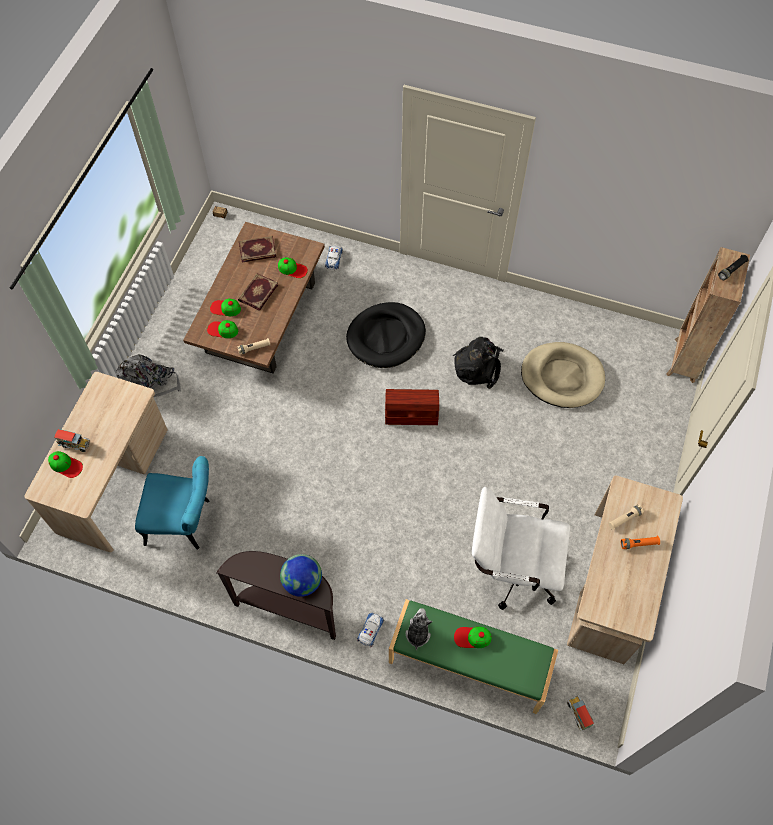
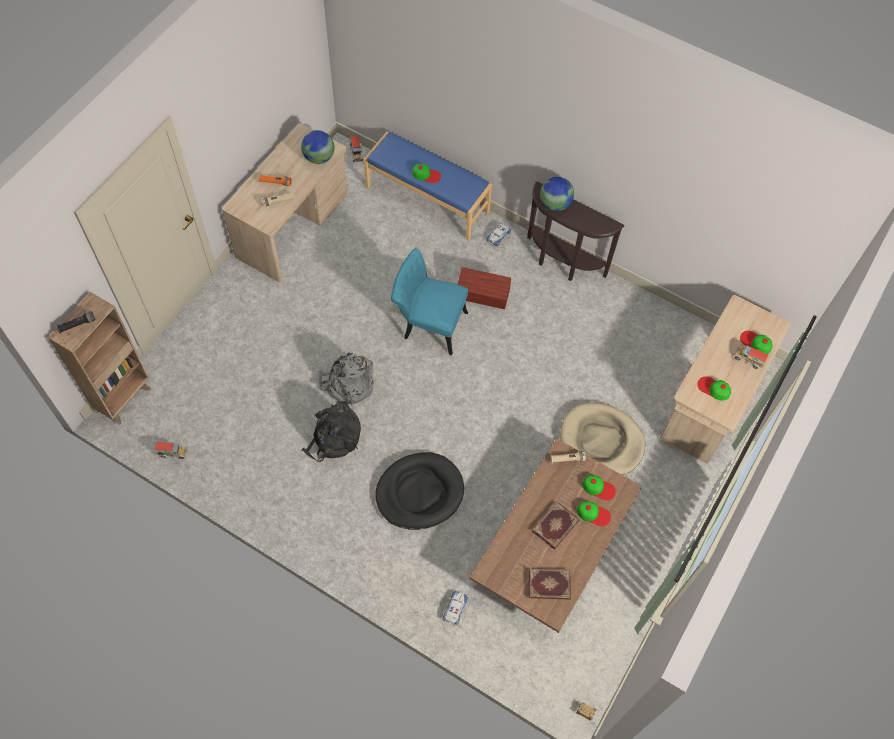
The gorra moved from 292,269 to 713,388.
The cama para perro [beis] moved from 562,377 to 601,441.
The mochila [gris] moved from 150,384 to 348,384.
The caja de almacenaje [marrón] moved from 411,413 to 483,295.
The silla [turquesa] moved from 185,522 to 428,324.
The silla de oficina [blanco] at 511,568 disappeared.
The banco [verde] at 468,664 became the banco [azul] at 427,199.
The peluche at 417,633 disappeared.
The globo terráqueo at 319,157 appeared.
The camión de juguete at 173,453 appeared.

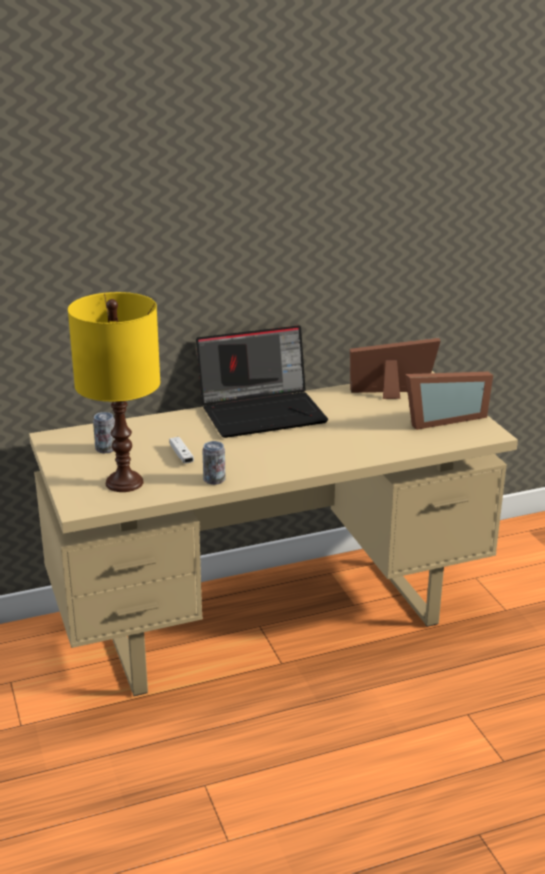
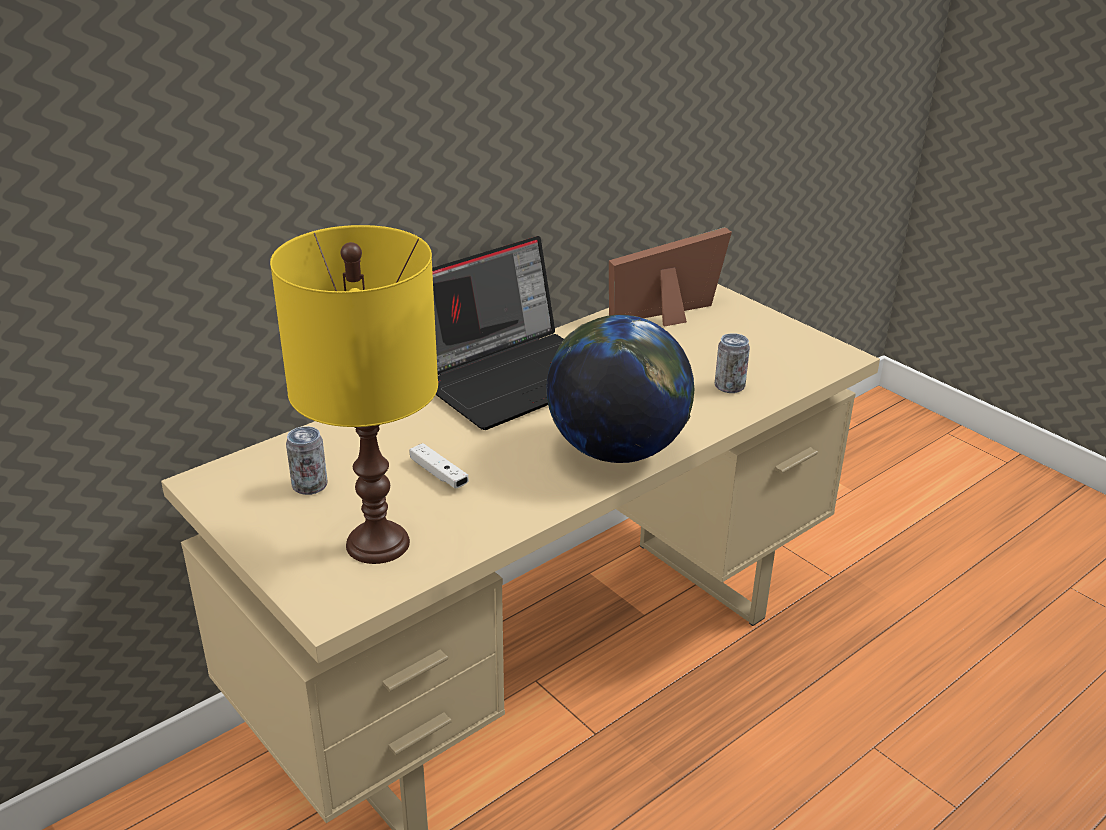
The portarretratos at 441,418 disappeared.
The lata moved from 214,479 to 729,386.
The globo terráqueo at 617,450 appeared.

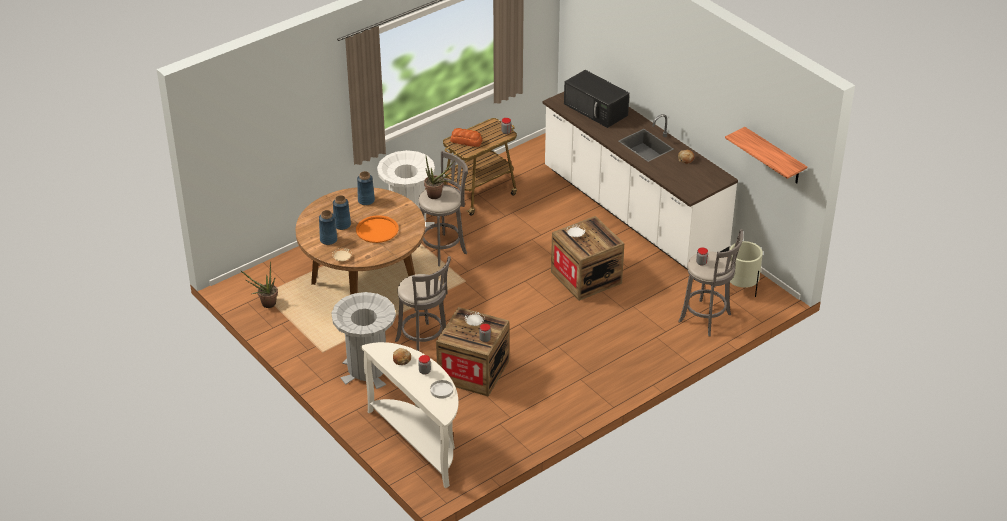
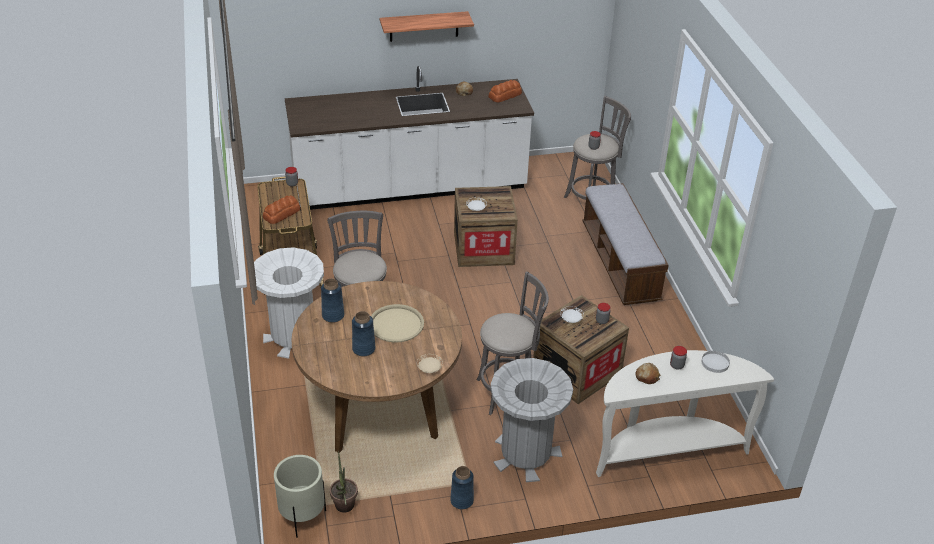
The microondas [negro] at 596,110 disappeared.
The estante moved from 774,156 to 424,26.
The planta en maceta at 437,196 disappeared.
The florero [azul] moved from 328,240 to 462,501.
The bandeja [naranja] at 377,230 became the bandeja [beis] at 396,324.
The maceta [beis] moved from 741,289 to 302,517.
The pan at 505,95 appeared.
The banco at 619,263 appeared.

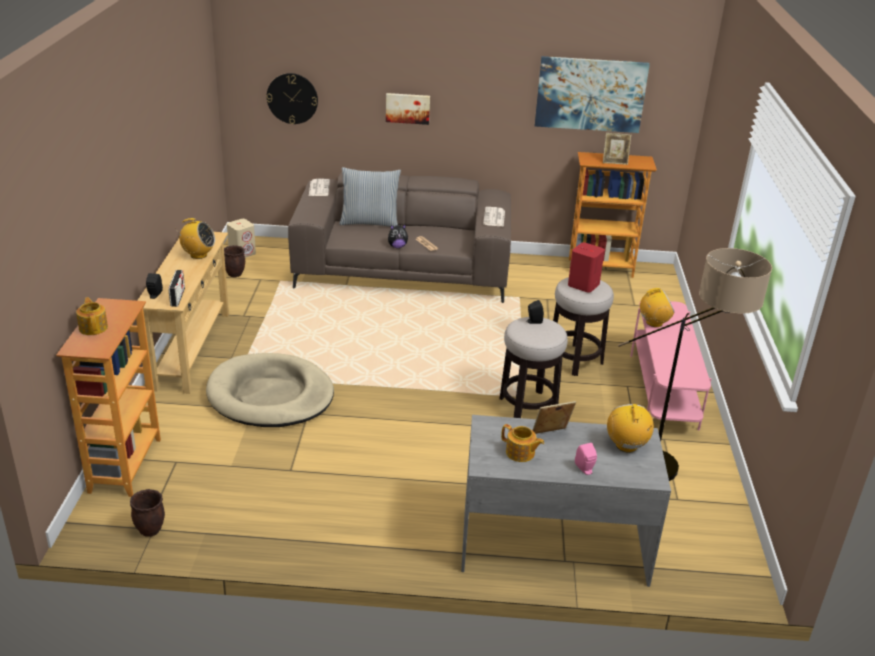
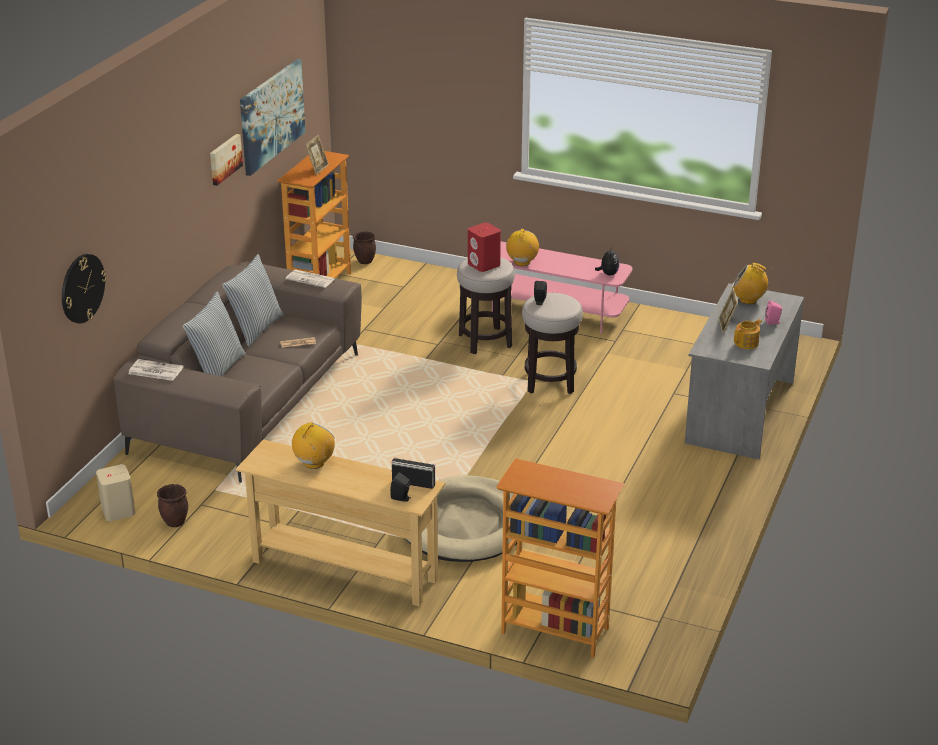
The cuadro moved from 408,108 to 224,159.
The peluche moved from 397,246 to 608,274.
The lámpara de pie at 672,473 disappeared.
The tetera at 93,327 disappeared.
The maceta [marrón] moved from 151,530 to 365,261.
The cojín at 255,328 appeared.

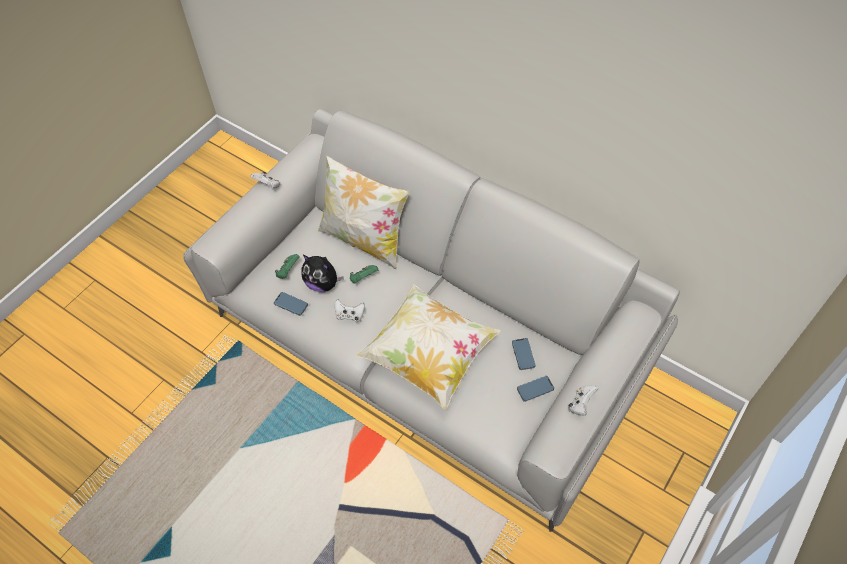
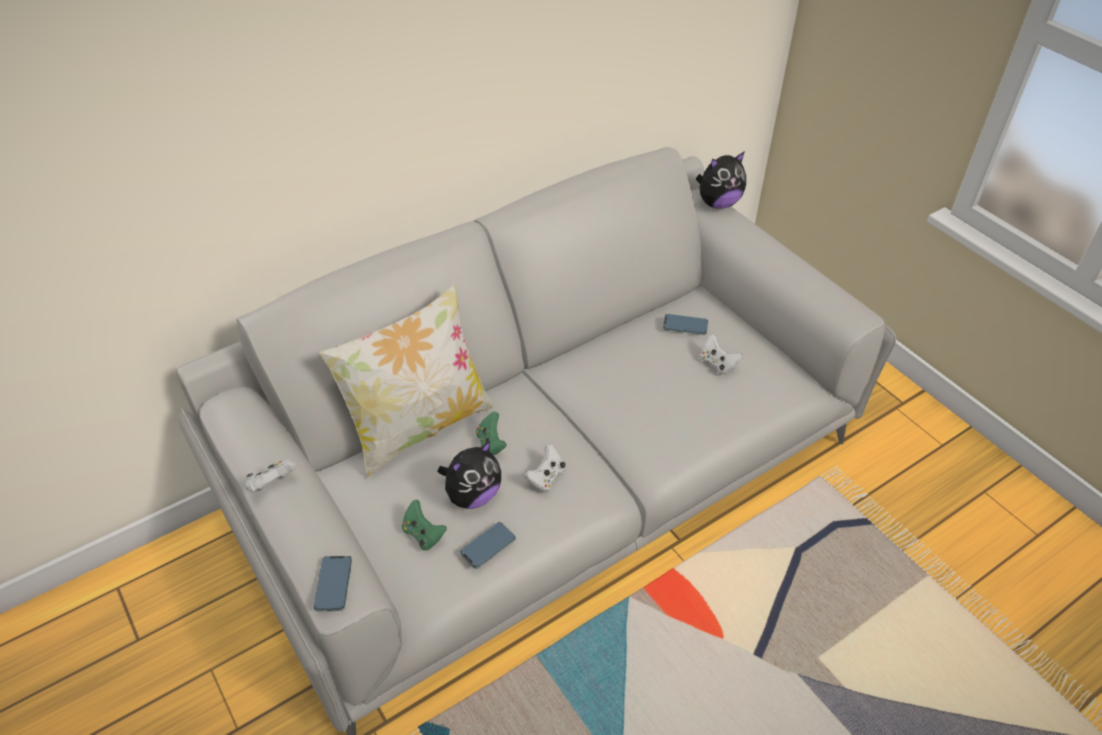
The cojín at 429,356 disappeared.
The móvil moved from 535,389 to 334,585.
The mando de consola [blanco] moved from 580,404 to 718,363.
The peluche at 718,203 appeared.

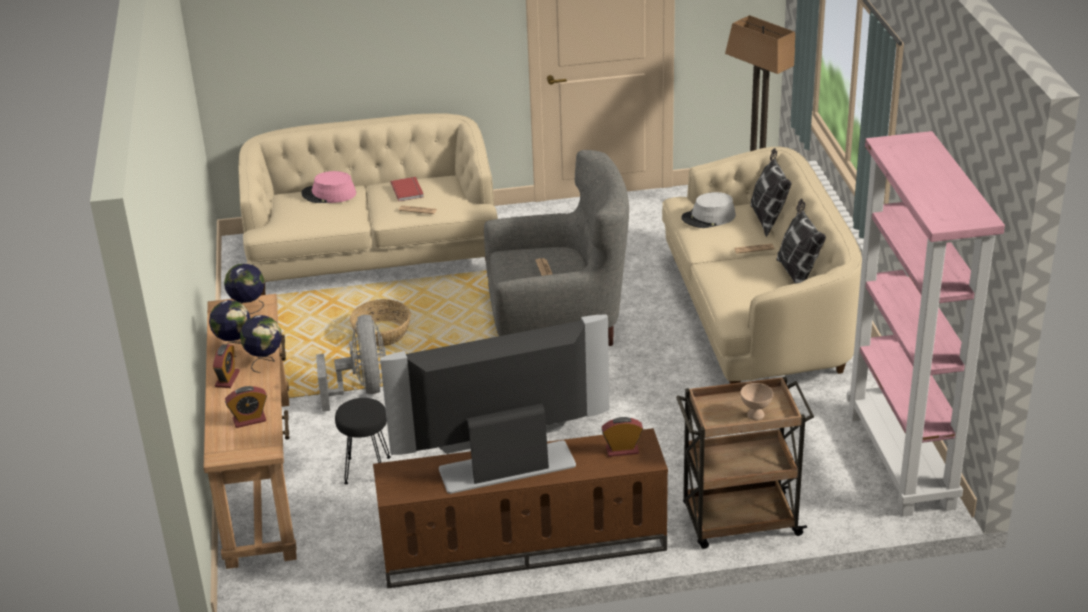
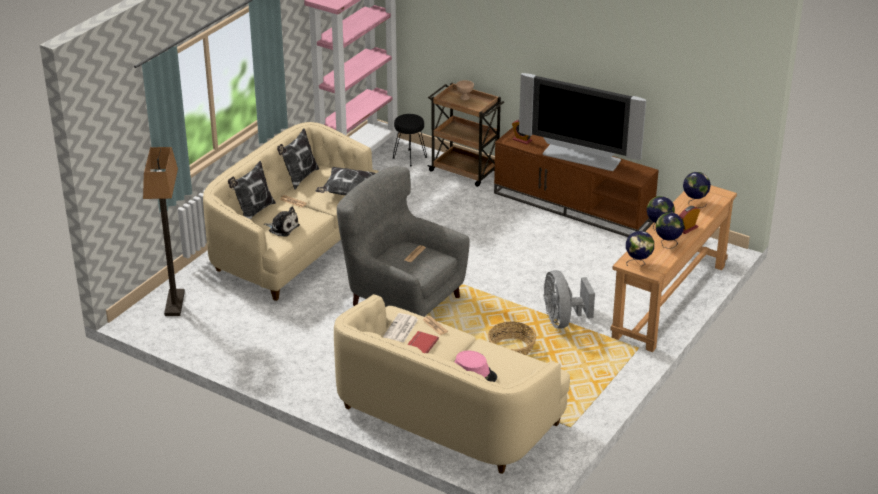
The sombrero [gris] at 708,217 was replaced by the peluche at 282,228.
The ventilador [gris] at 362,389 turned 45 degrees counterclockwise.
The despertador at 249,420 was replaced by the globo terráqueo at 694,203.
The taburete [negro] moved from 367,470 to 409,158.
The cojín at 346,192 appeared.
The periódico at 401,329 appeared.

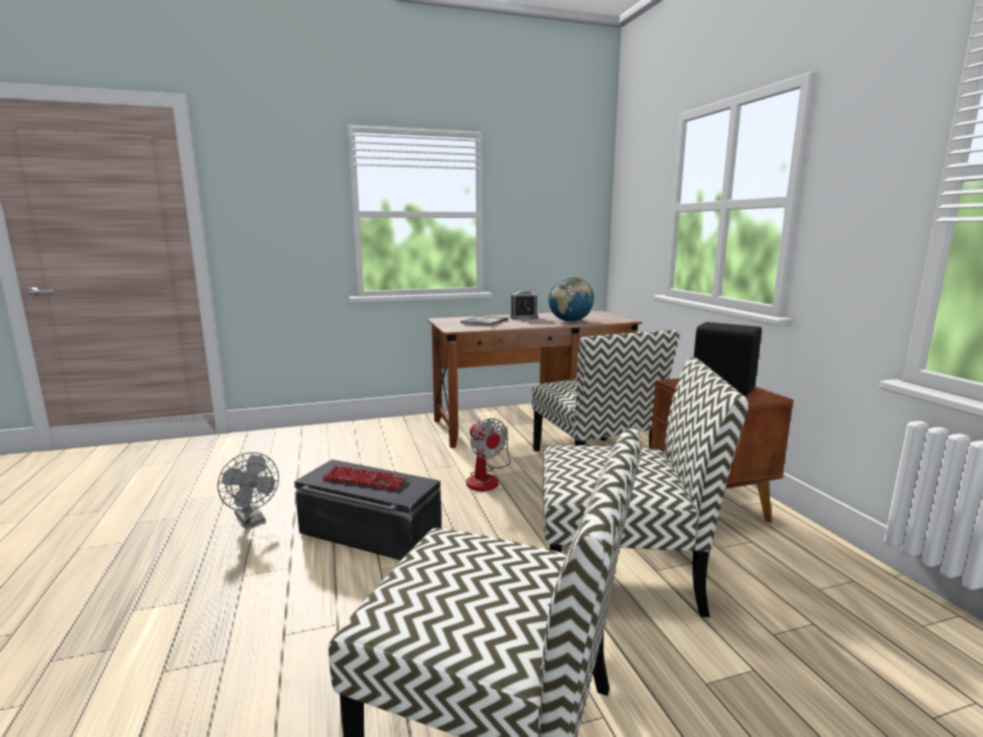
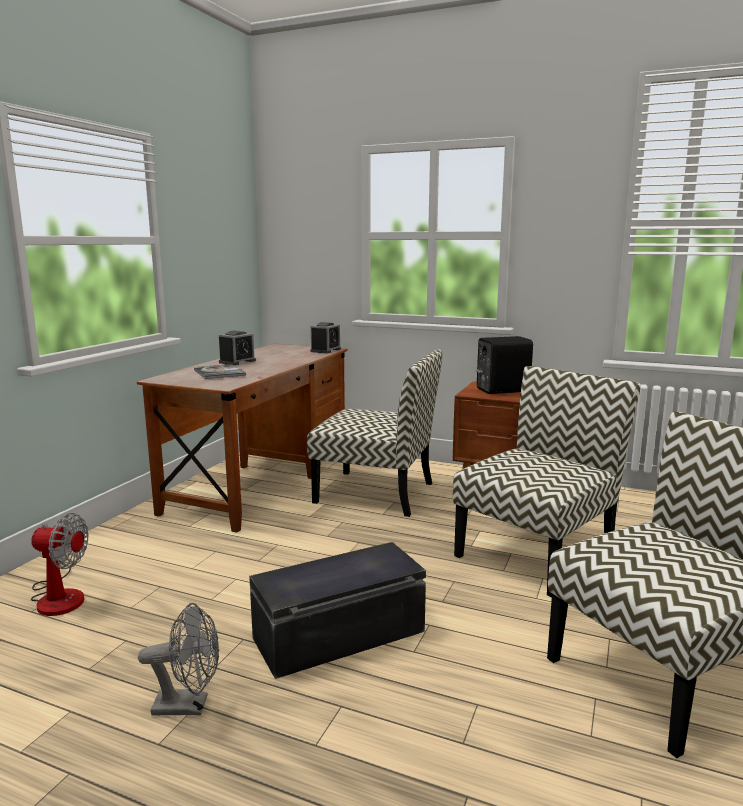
The globo terráqueo at 570,321 disappeared.
The ventilador moved from 487,478 to 59,595.
The teclado at 365,480 disappeared.
The despertador at 325,350 appeared.

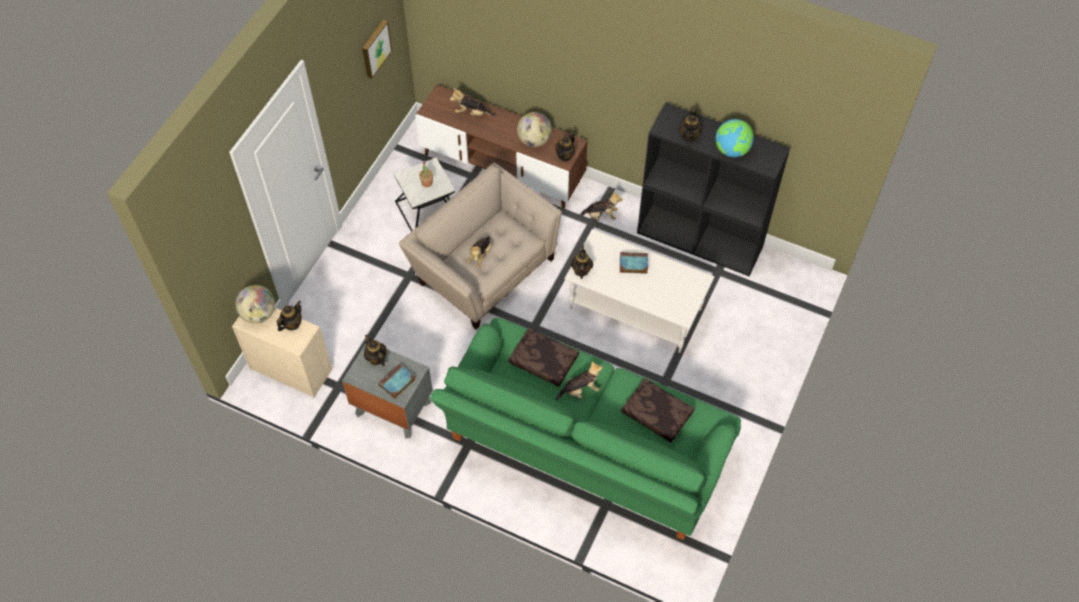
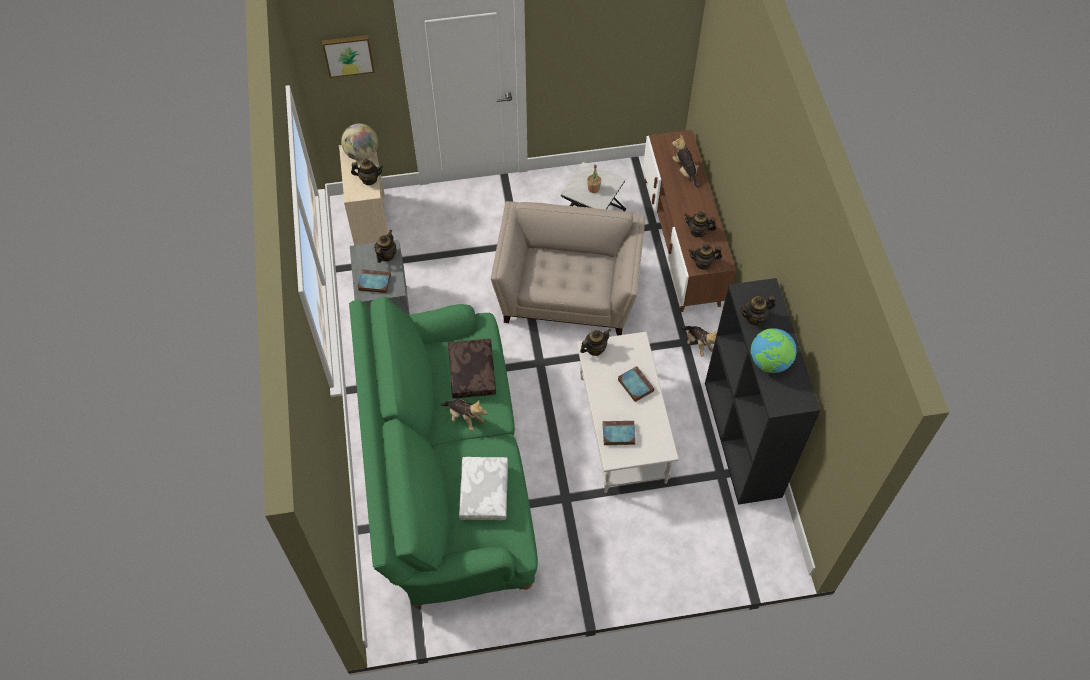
The cuadro moved from 375,48 to 348,54.
The globo terráqueo at 534,140 was replaced by the tetera at 698,231.
The peluche at 480,256 disappeared.
The cojín [marrón] at 656,414 became the cojín [blanco] at 483,491.
The libro at 618,434 appeared.

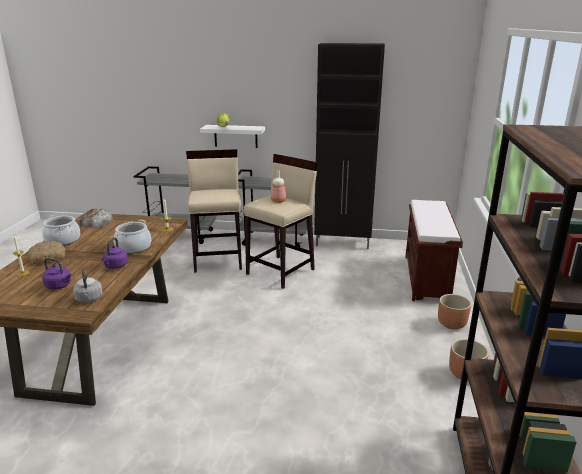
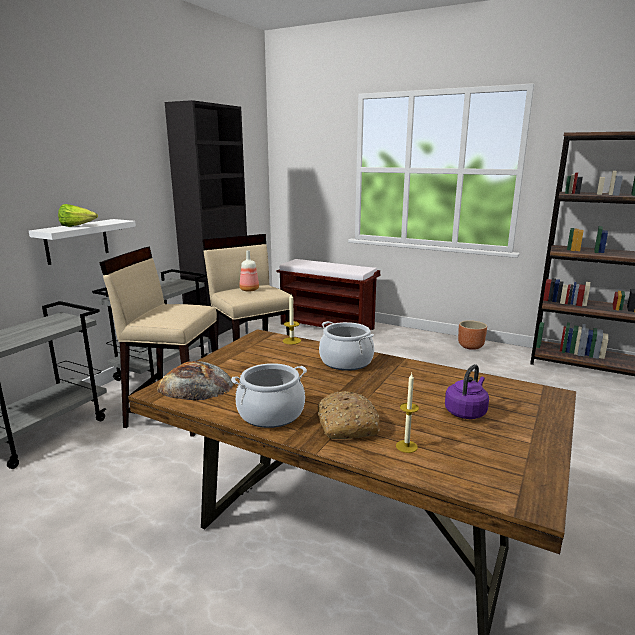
The hervidor [morado] at 115,266 disappeared.
The hervidor [gris] at 89,299 disappeared.
The maceta [marrón] at 452,324 disappeared.

